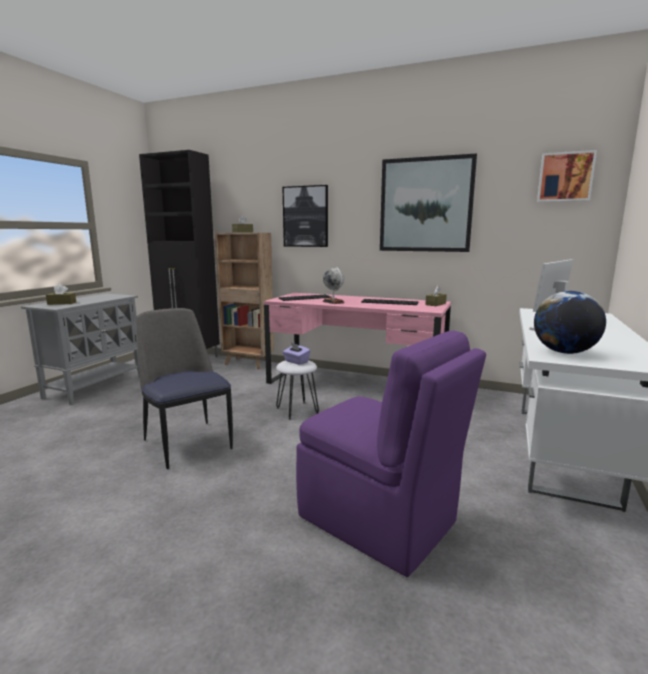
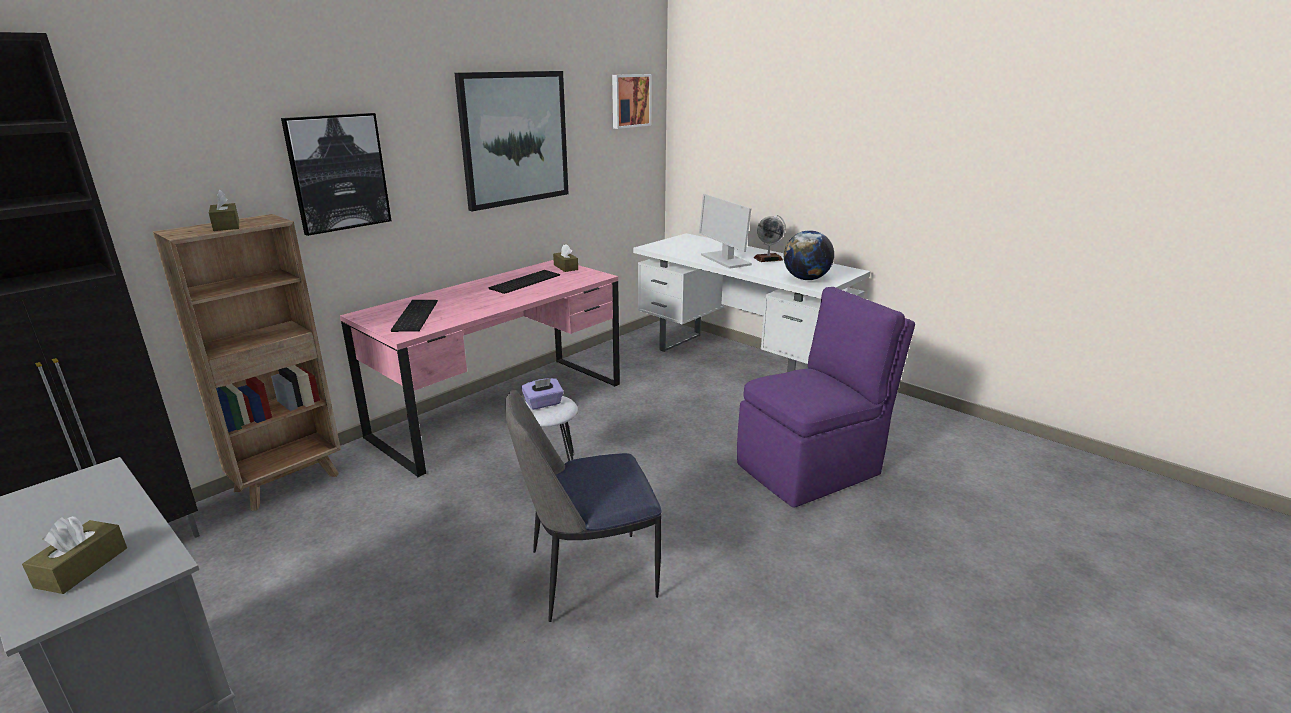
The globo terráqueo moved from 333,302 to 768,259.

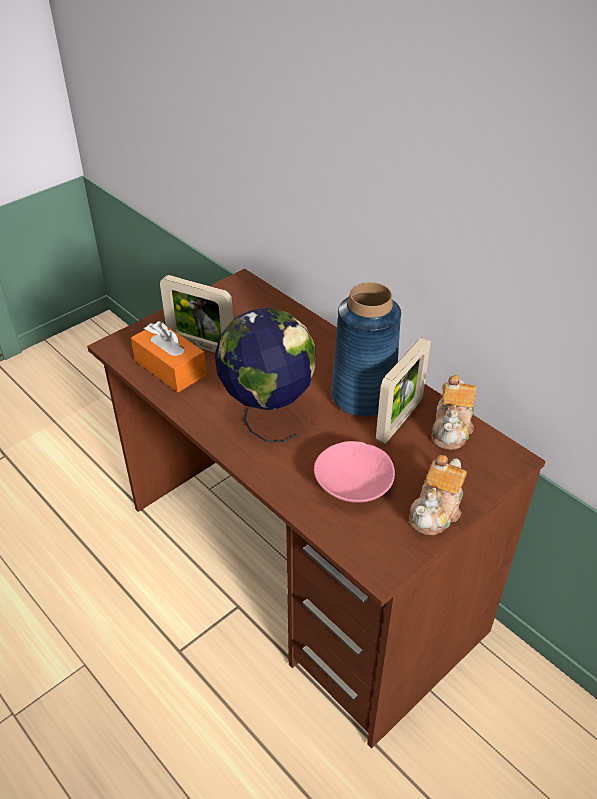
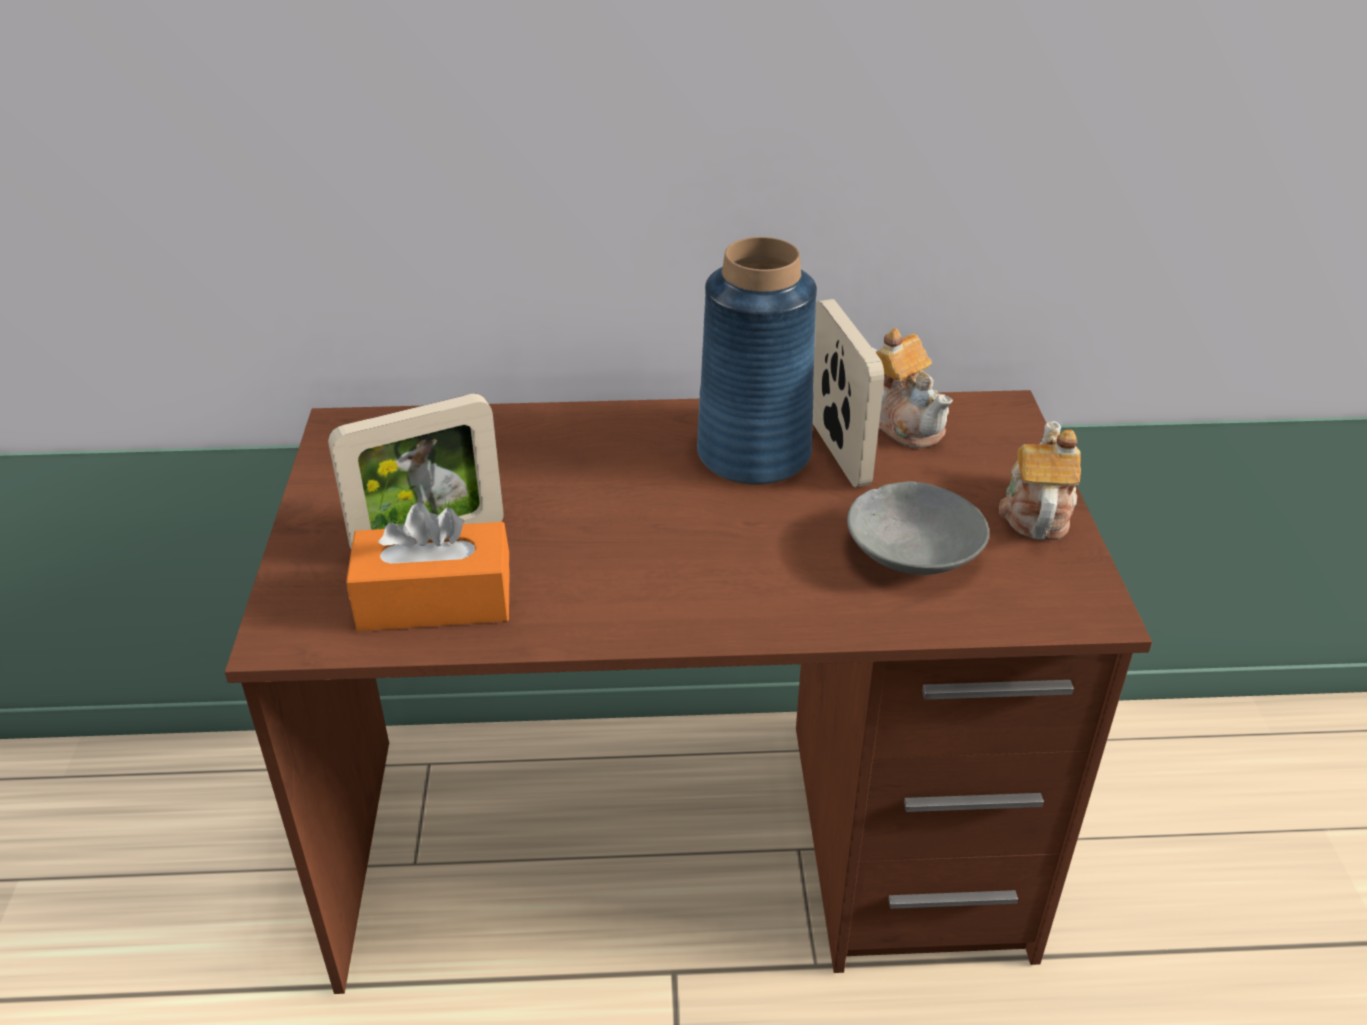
The globo terráqueo at 267,415 disappeared.
The cuenco [rosa] at 354,483 became the cuenco [gris] at 913,549.
The tetera at 436,511 turned 150 degrees counterclockwise.

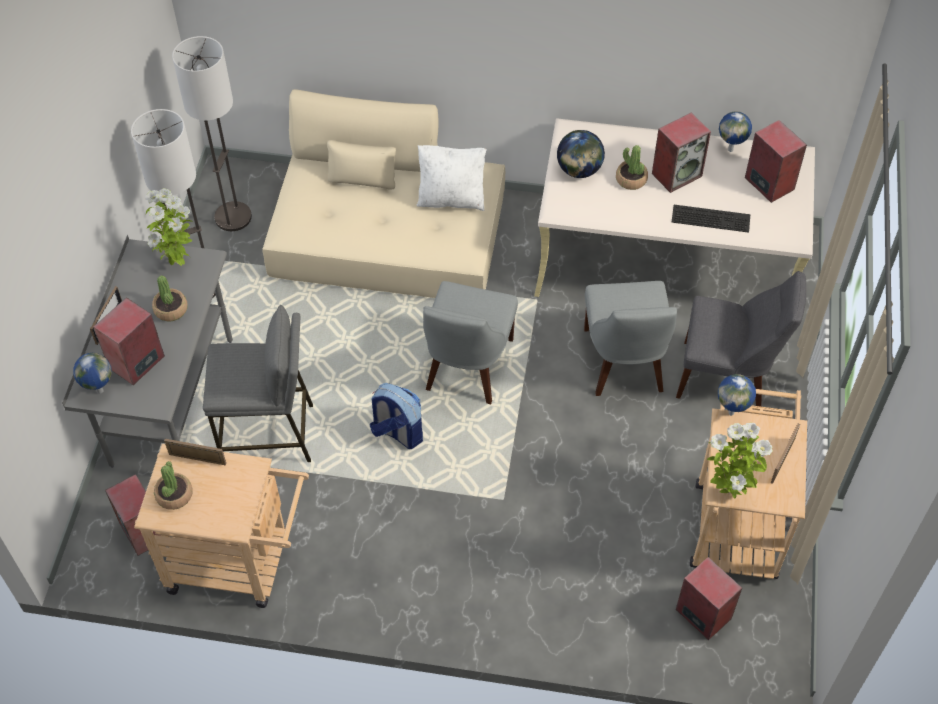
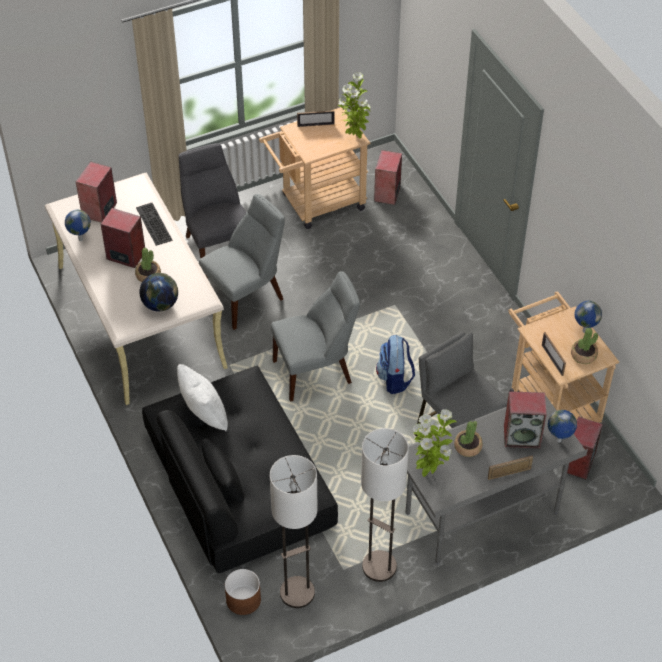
The sofá [beis] at 389,236 became the sofá [negro] at 238,479.
The globo terráqueo moved from 732,412 to 584,331.
The maceta [marrón] at 243,599 appeared.

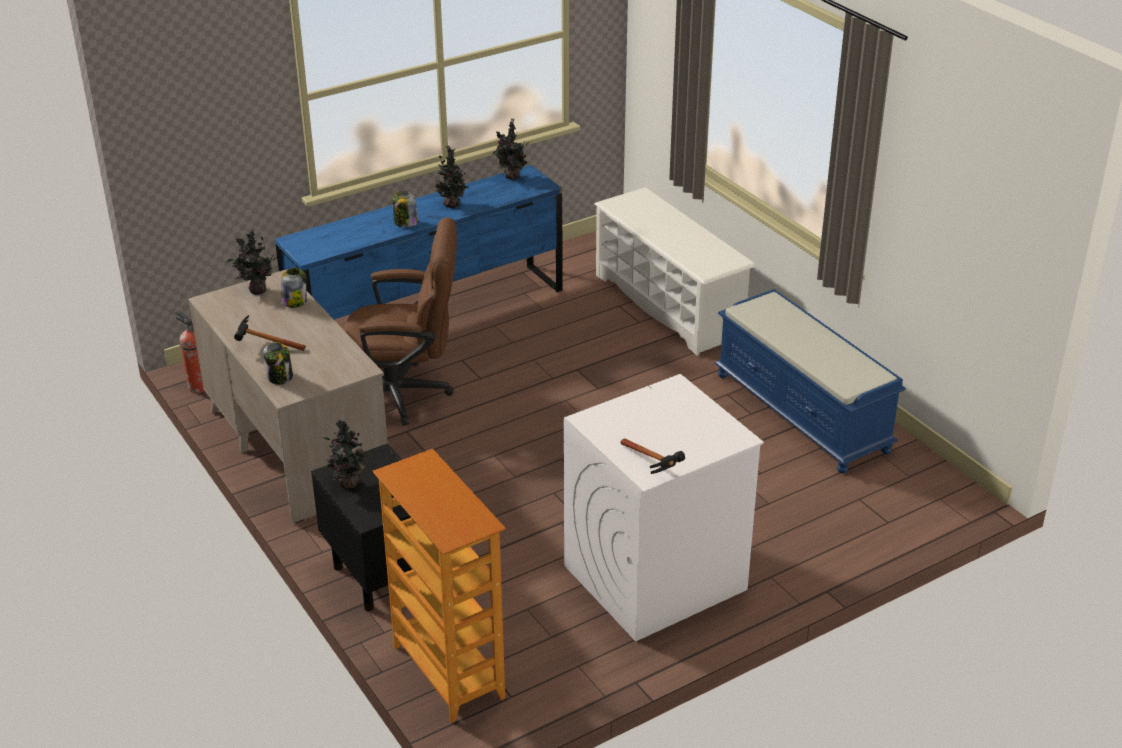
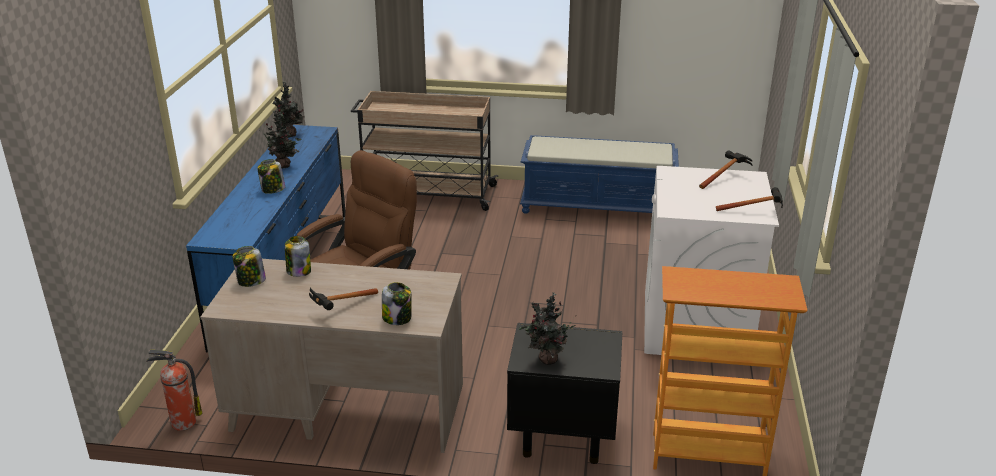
The zapatero [blanco] at 669,305 was replaced by the carrito [beis] at 426,194.
The planta en maceta at 256,291 was replaced by the tarro at 251,281.
The martillo at 725,177 appeared.

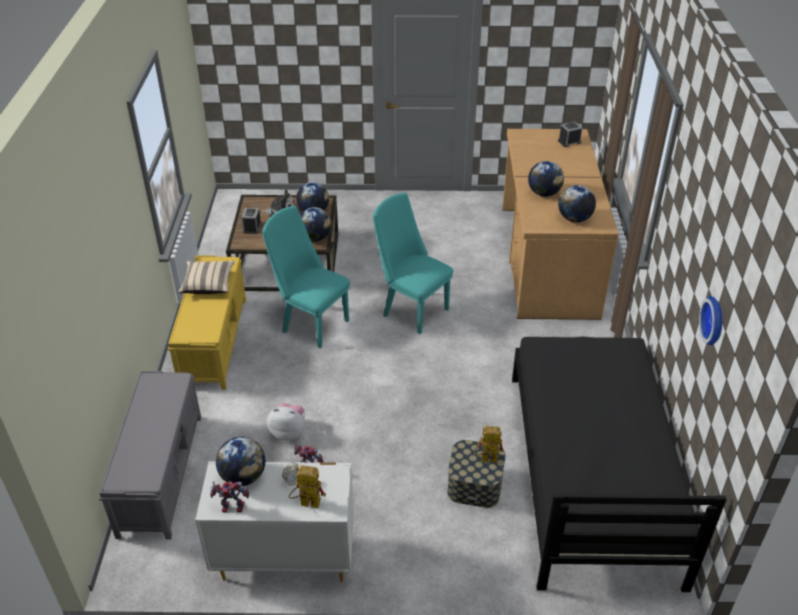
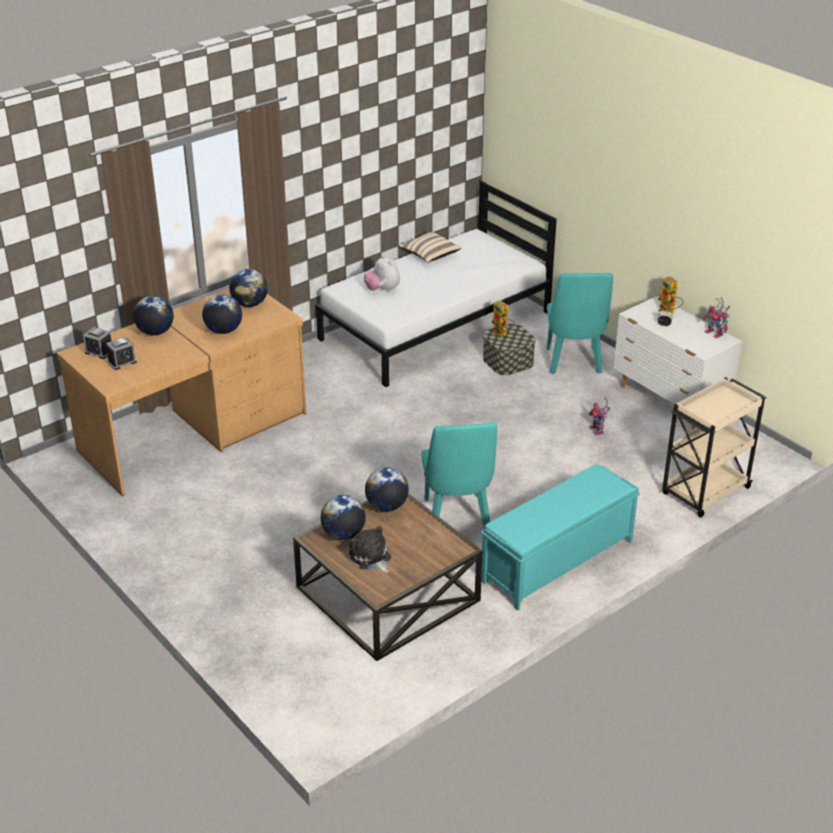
The silla [turquesa] moved from 411,310 to 574,364.
The despertador moved from 252,227 to 122,362.
The banco [amarillo] at 214,341 became the banco [turquesa] at 556,562.
The cojín [beis] moved from 208,284 to 429,255.
The reloj de pared at 715,320 disappeared.
The cama [negro] at 590,474 became the cama [blanco] at 436,326.
The banco [gris] at 161,473 was replaced by the carrito [beis] at 704,492.
The peluche moved from 288,432 to 382,290.
The globo terráqueo moved from 243,476 to 155,332.

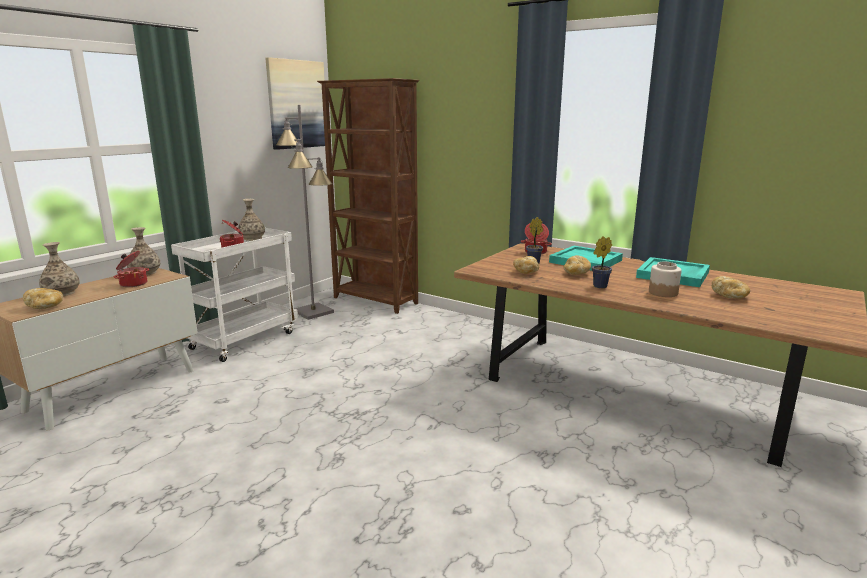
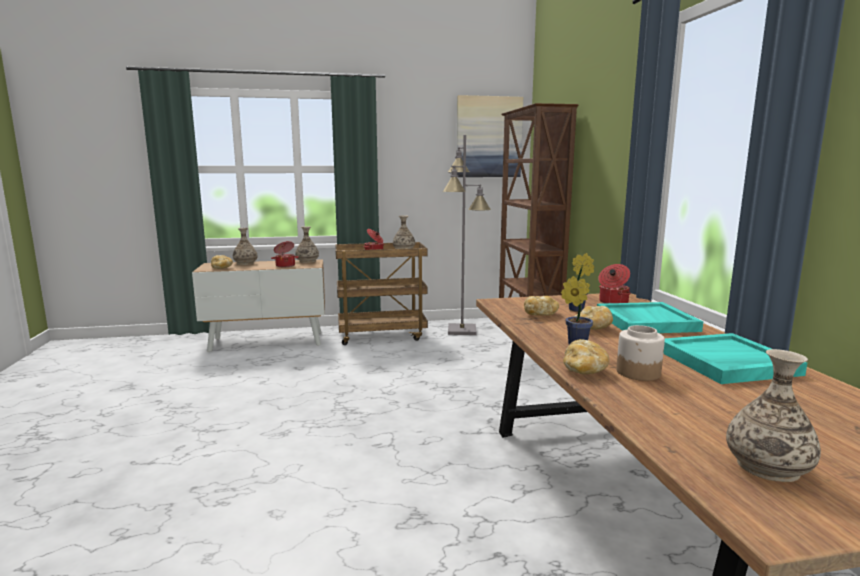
The carrito [blanco] at 245,339 became the carrito [marrón] at 382,335.
The pan moved from 729,296 to 584,370.
The florero at 768,467 appeared.

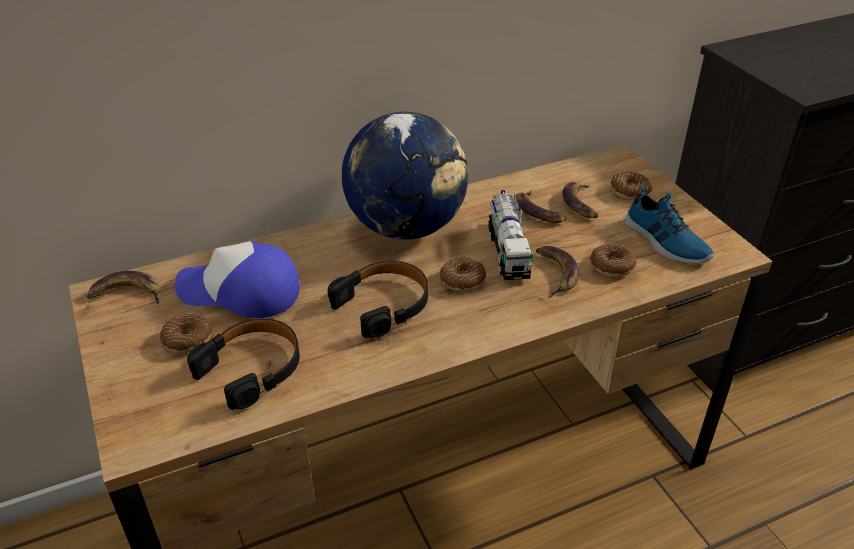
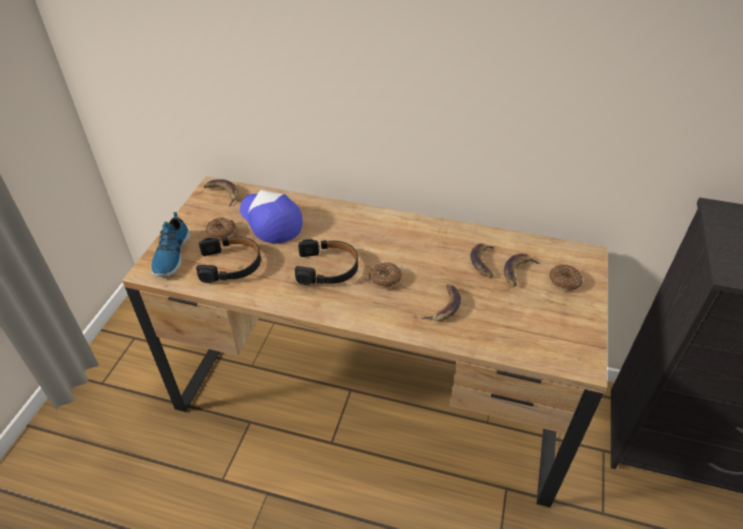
The globo terráqueo at 406,227 disappeared.
The zapato moved from 665,242 to 171,255.
The camión de juguete at 508,251 disappeared.
The rosquilla at 612,266 disappeared.

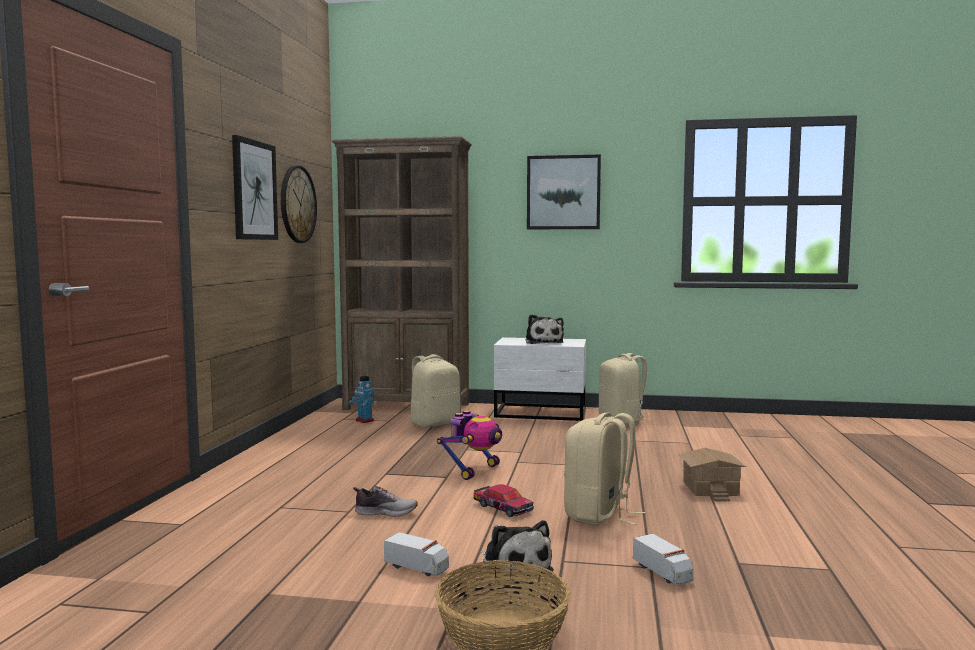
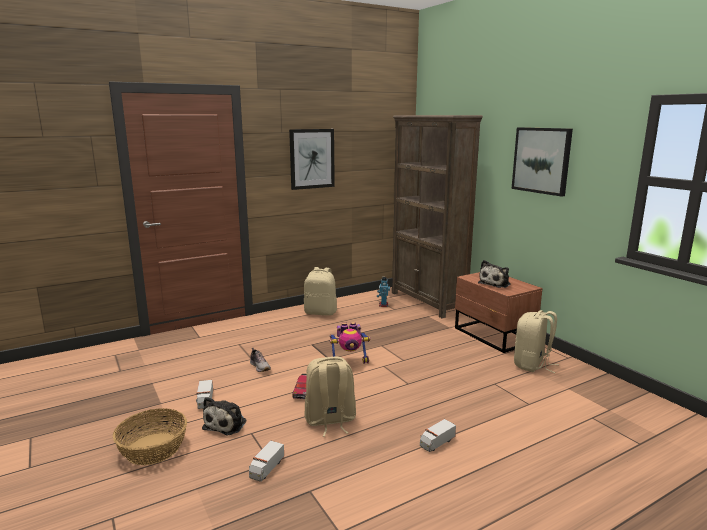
The reloj de pared at 297,204 disappeared.
The mesita de noche [blanco] at 542,413 became the mesita de noche [marrón] at 493,336.
The mochila [beis] moved from 434,423 to 321,312.
The casita at 711,488 was replaced by the camión de juguete at 436,443.

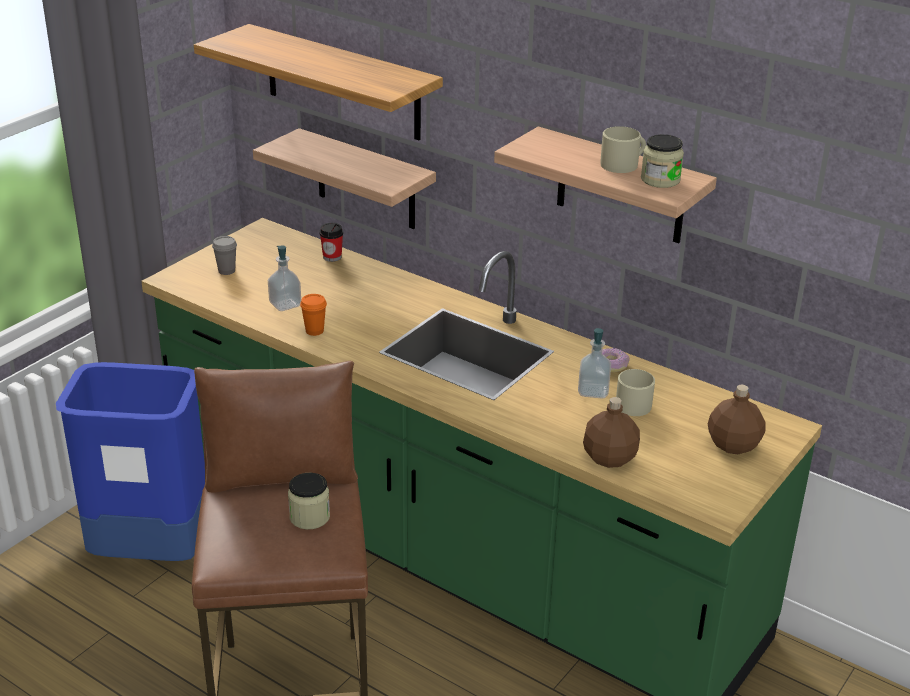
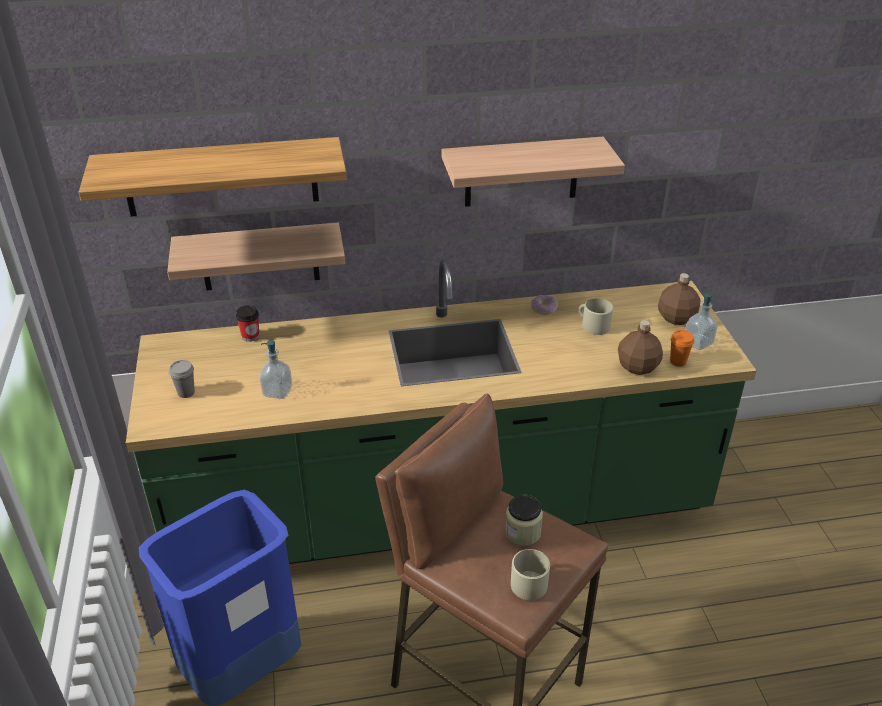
The taza grande [beis] moved from 623,164 to 530,581.
The tarro at 660,180 disappeared.
The taza [naranja] moved from 314,331 to 678,361.
The dispensador de jabón moved from 593,391 to 698,343.

